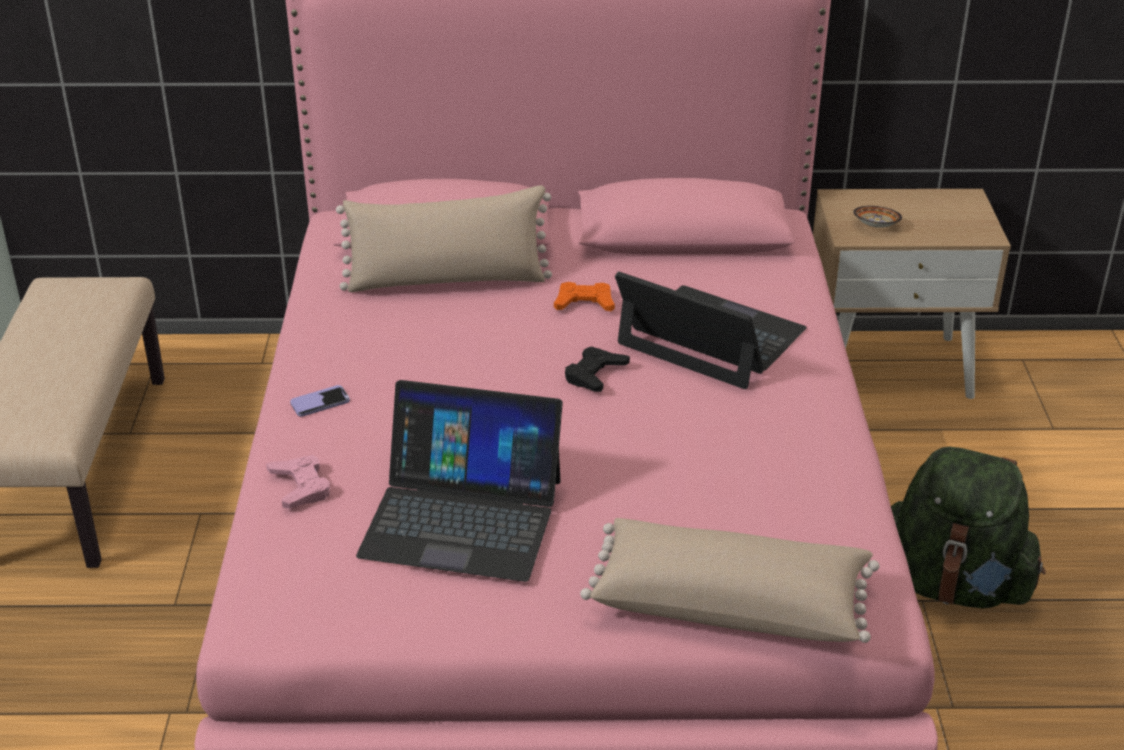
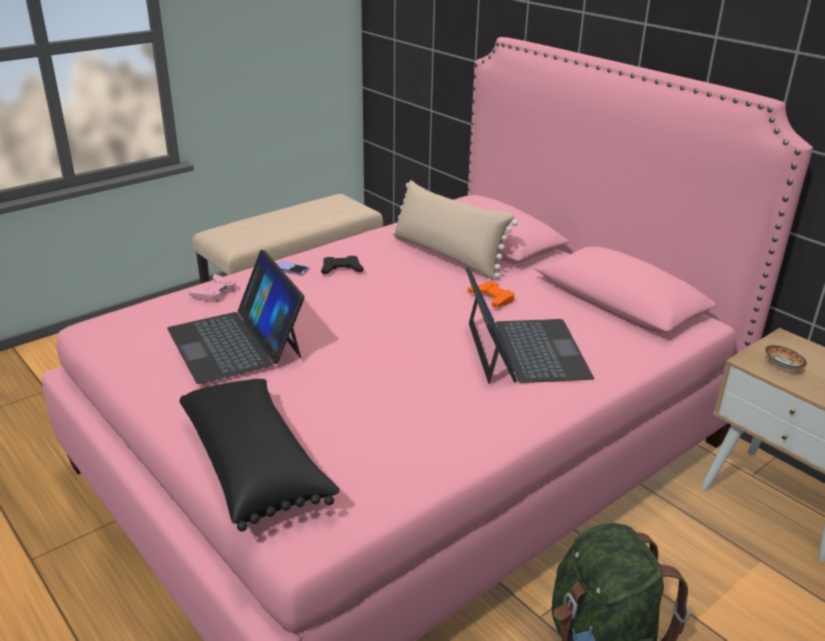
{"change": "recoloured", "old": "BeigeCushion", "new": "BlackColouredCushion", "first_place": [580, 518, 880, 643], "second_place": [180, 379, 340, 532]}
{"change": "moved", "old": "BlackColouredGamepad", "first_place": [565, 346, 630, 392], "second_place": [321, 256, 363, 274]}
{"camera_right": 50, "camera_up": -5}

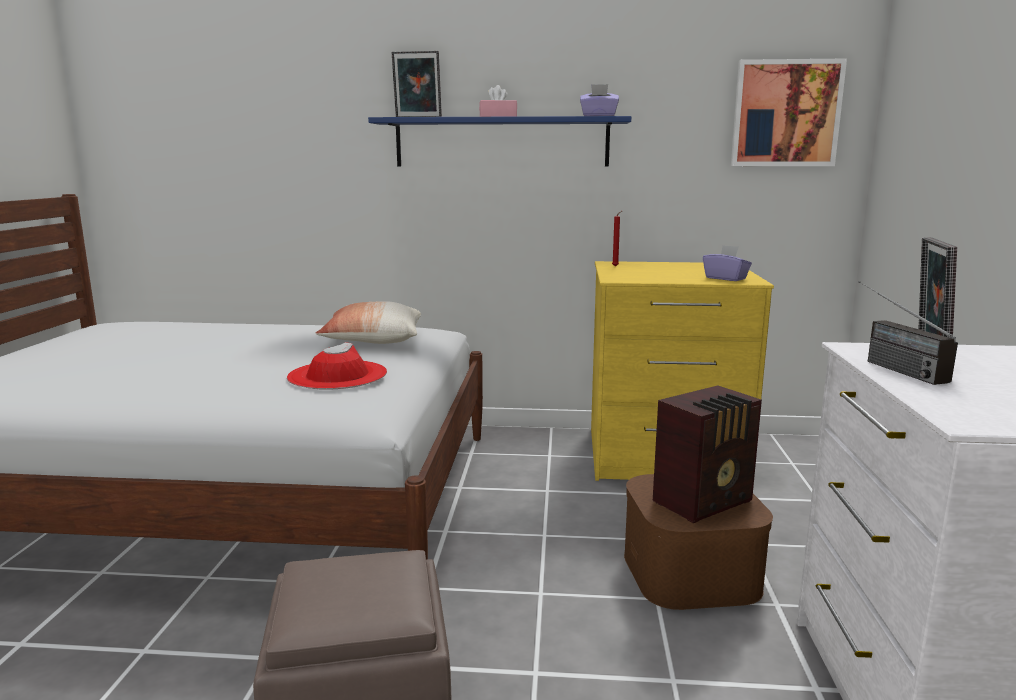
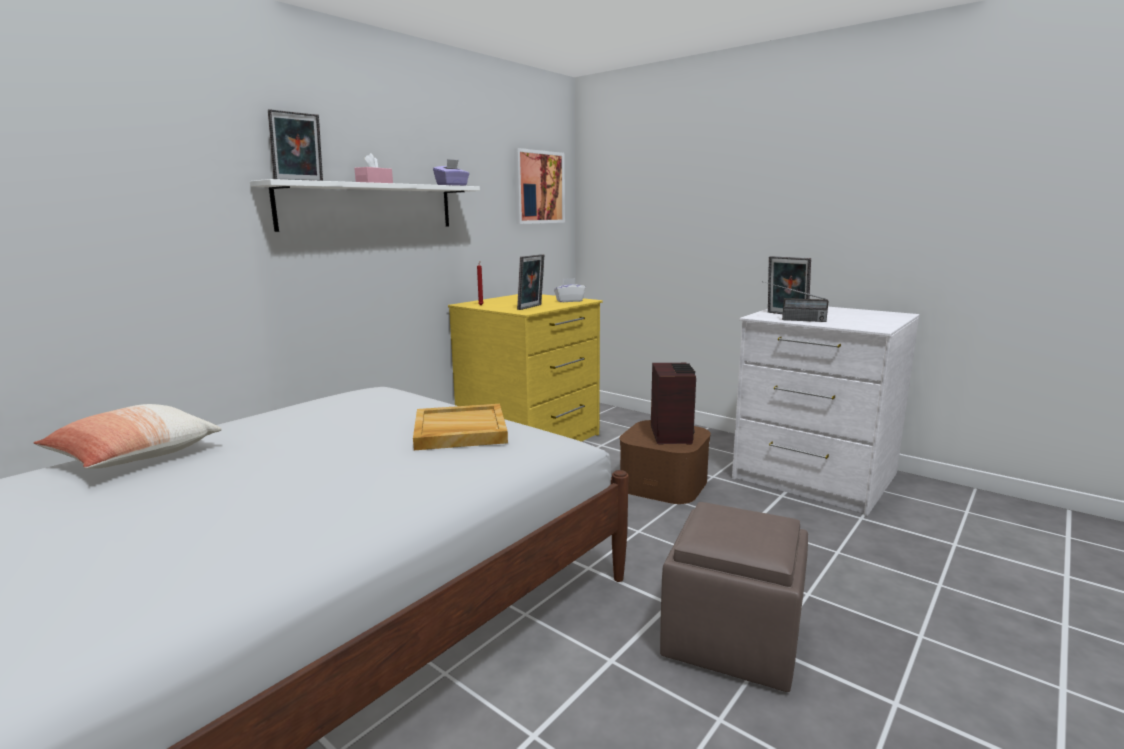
{"change": "moved", "old": "Cushion", "first_place": [316, 301, 421, 344], "second_place": [33, 404, 222, 469]}
{"change": "recoloured", "old": "BluishWallShelf", "new": "WhitishWallShelf", "first_place": [368, 116, 631, 167], "second_place": [250, 179, 480, 232]}
{"change": "replaced", "old": "ReddishWearableHat", "new": "BeigeTray", "first_place": [287, 342, 387, 390], "second_place": [413, 404, 508, 450]}
{"change": "added", "new": "PhotoFrame", "second_place": [517, 254, 544, 310]}
{"change": "recoloured", "old": "PurpleColouredTissueBox", "new": "WhitishTissueBox", "first_place": [703, 245, 752, 281], "second_place": [554, 278, 585, 302]}
{"camera_right": -55, "camera_up": 0}

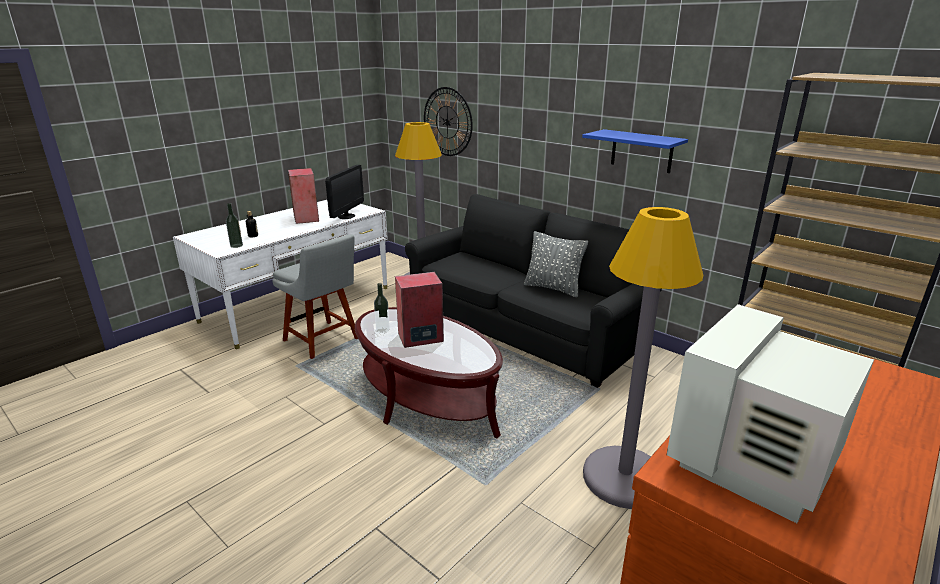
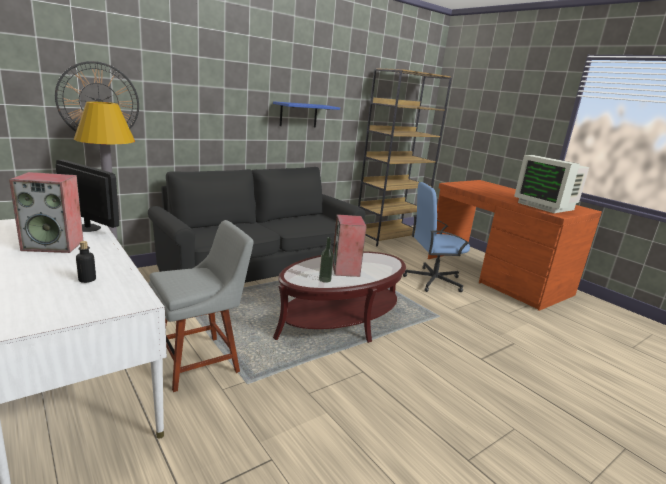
{"change": "replaced", "old": "GreyStandardLamp", "new": "BluishDeskChair", "first_place": [583, 207, 703, 509], "second_place": [403, 182, 470, 292]}
{"change": "removed", "old": "DrinkBottle", "first_place": [226, 203, 243, 248]}
{"change": "removed", "old": "GreyCushion", "first_place": [524, 231, 588, 297]}
{"camera_right": -80, "camera_up": -5}

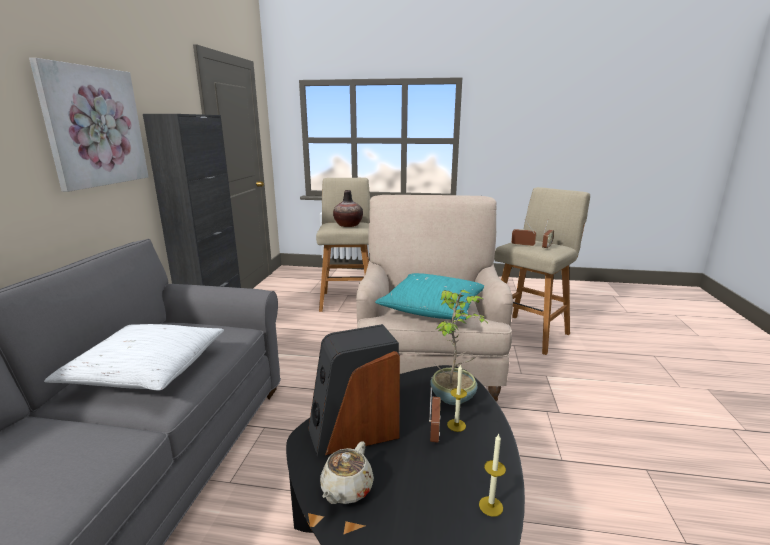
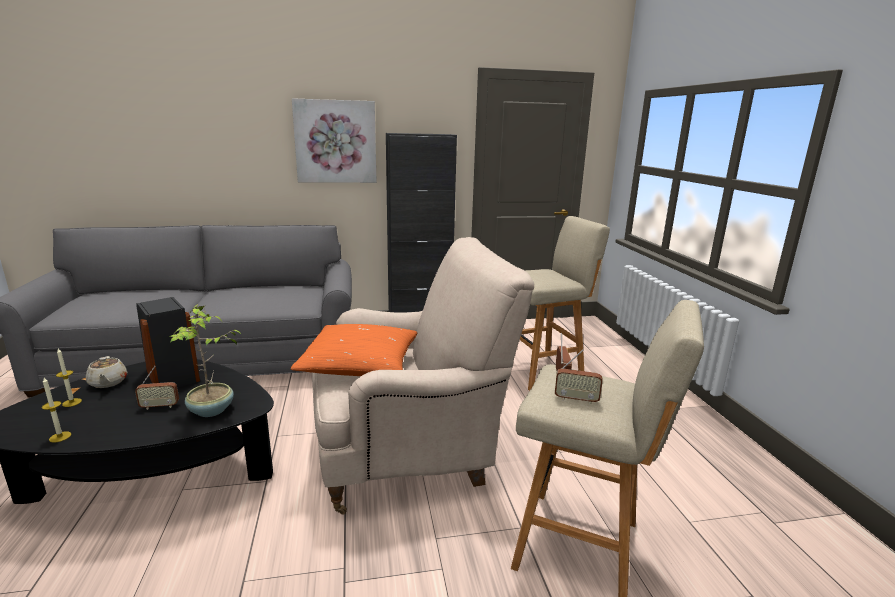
{"change": "moved", "old": "WaxCandle", "first_place": [447, 364, 467, 432], "second_place": [56, 349, 82, 407]}
{"change": "turned", "old": "BeigeTeapot", "first_place": [320, 441, 374, 504], "second_place": [86, 356, 127, 388], "degrees": -120}
{"change": "recoloured", "old": "TurquoiseCushion", "new": "OrangeColouredCushion", "first_place": [375, 273, 484, 320], "second_place": [291, 324, 418, 376]}
{"change": "removed", "old": "WhitishCushion", "first_place": [44, 324, 224, 391]}
{"change": "removed", "old": "FlowerVase", "first_place": [333, 190, 363, 227]}
{"camera_right": 70, "camera_up": 0}

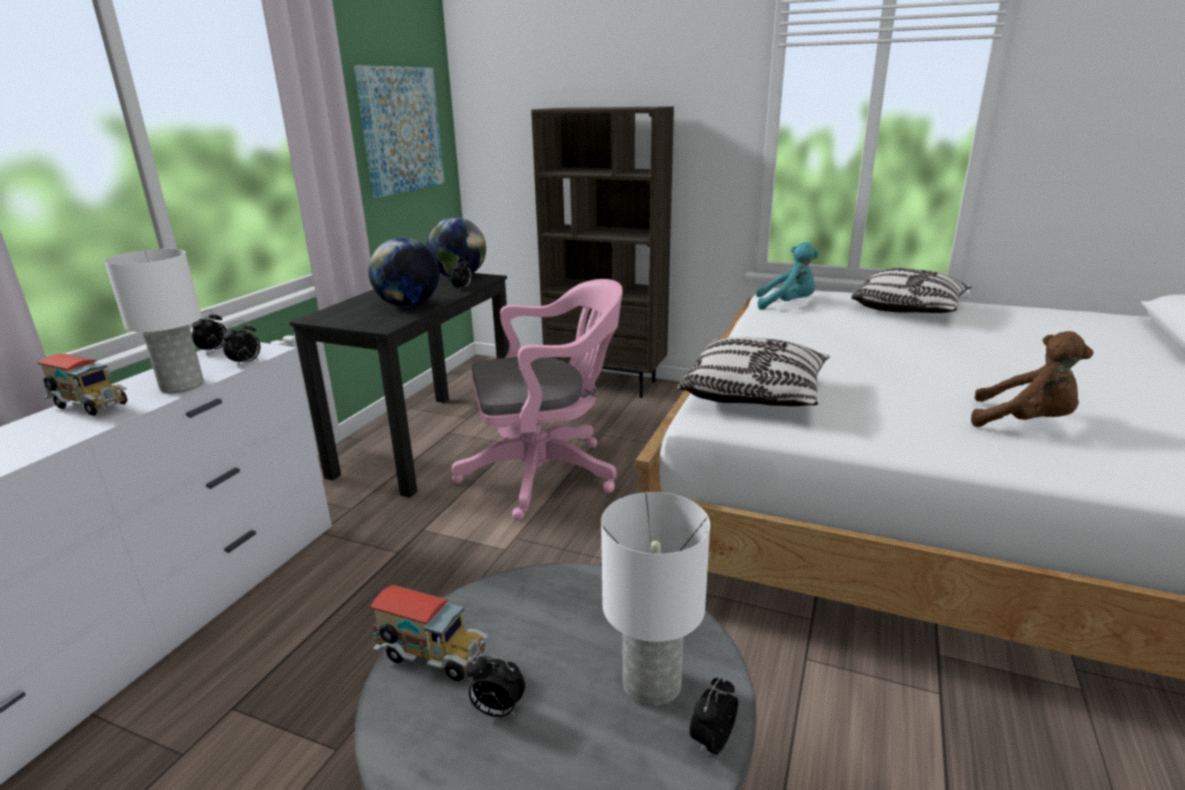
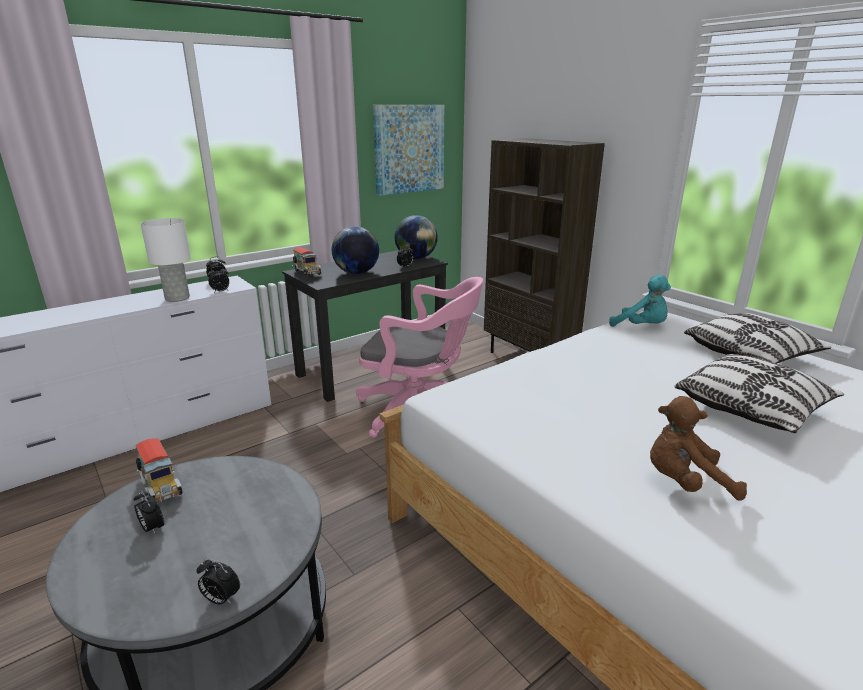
{"change": "turned", "old": "AlarmClock", "first_place": [690, 676, 738, 755], "second_place": [196, 559, 240, 605], "degrees": -135}
{"change": "moved", "old": "ModelTruck", "first_place": [37, 354, 128, 416], "second_place": [292, 247, 322, 277]}
{"change": "turned", "old": "BrownCuddlyToy", "first_place": [971, 331, 1093, 427], "second_place": [650, 396, 747, 501], "degrees": 120}
{"change": "moved", "old": "Cushion", "first_place": [678, 337, 830, 406], "second_place": [674, 354, 844, 433]}
{"change": "removed", "old": "WhitishTableLamp", "first_place": [601, 492, 710, 706]}
{"camera_right": 30, "camera_up": 0}

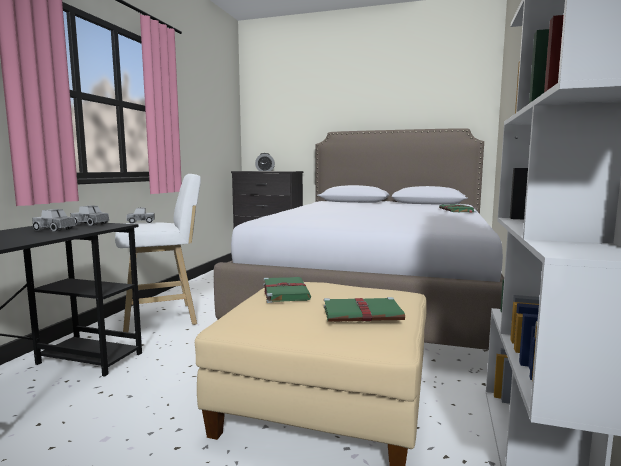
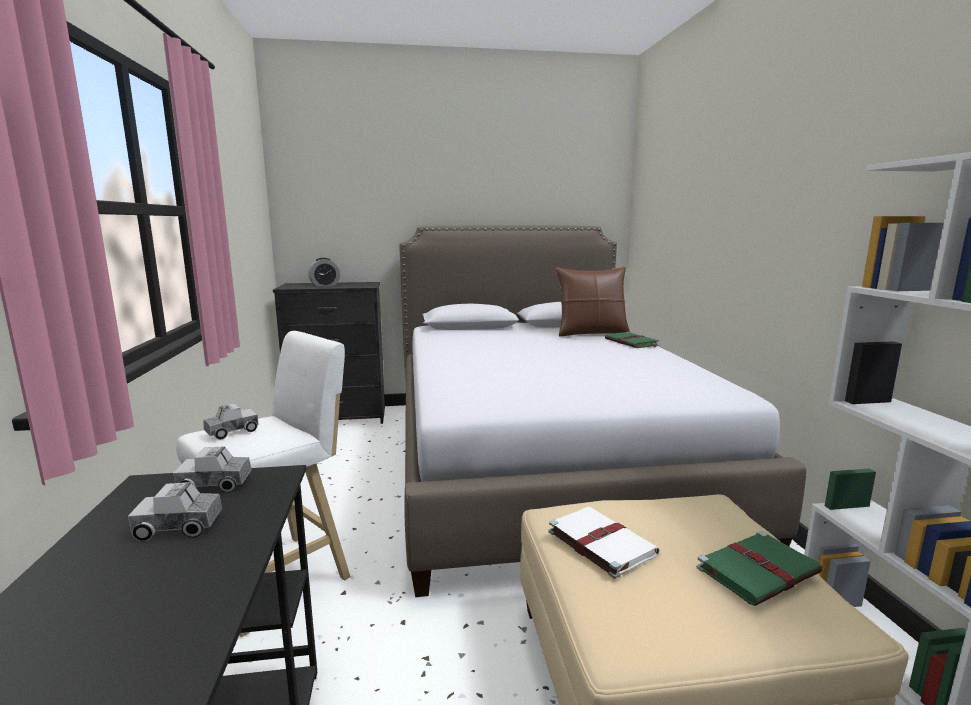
{"change": "recoloured", "old": "GreenishBoundBook", "new": "WhitishBoundBook", "first_place": [263, 277, 311, 303], "second_place": [548, 507, 660, 579]}
{"change": "added", "new": "BrownCushion", "second_place": [555, 267, 630, 337]}
{"camera_right": -25, "camera_up": 5}

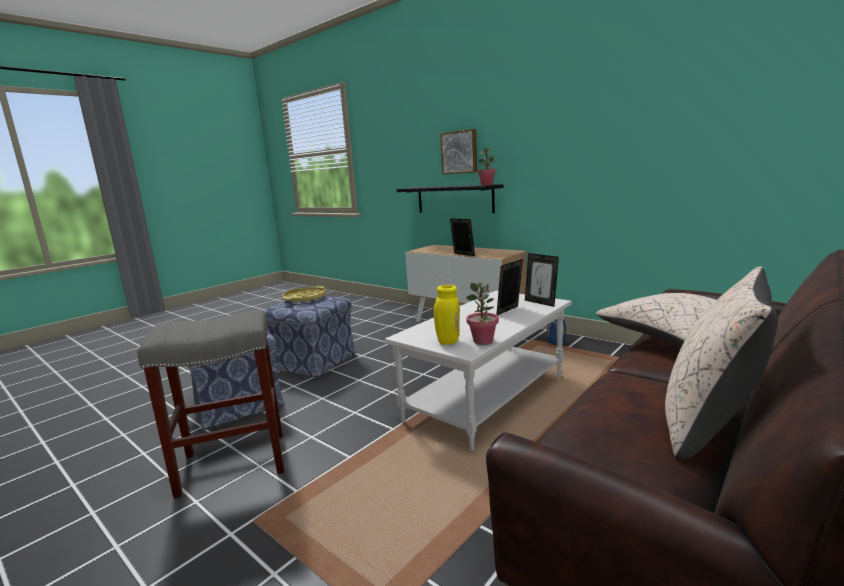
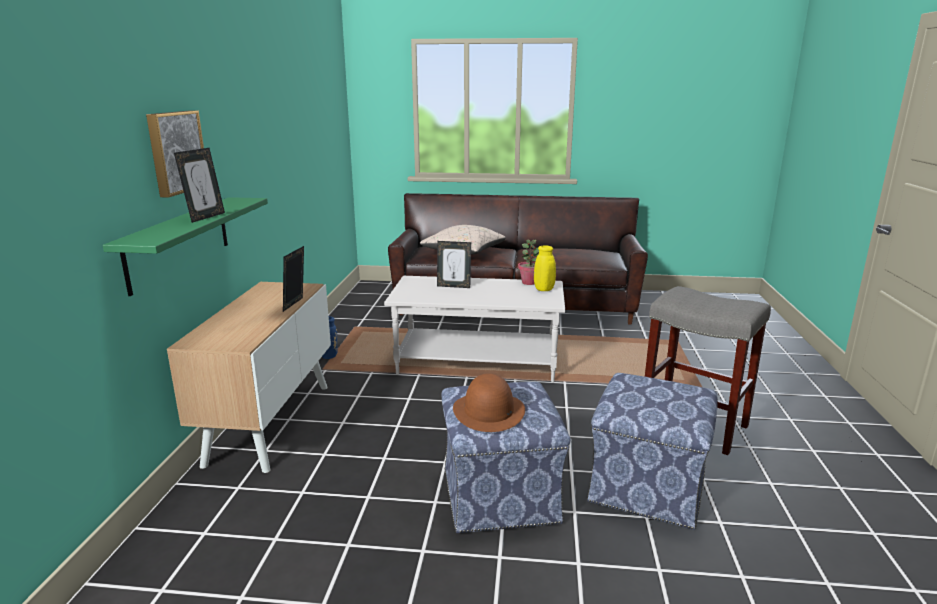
{"change": "recoloured", "old": "BlackColouredWallShelf", "new": "GreenishWallShelf", "first_place": [396, 184, 503, 213], "second_place": [103, 197, 268, 296]}
{"change": "moved", "old": "PhotoFrame", "first_place": [525, 253, 559, 307], "second_place": [174, 148, 225, 223]}
{"change": "replaced", "old": "YellowishTray", "new": "BrownWearableHat", "first_place": [282, 286, 326, 303], "second_place": [453, 373, 525, 432]}
{"change": "removed", "old": "PlantInAPot", "first_place": [477, 147, 496, 186]}
{"change": "removed", "old": "BeigeCushion", "first_place": [665, 267, 778, 461]}
{"camera_right": -125, "camera_up": 5}

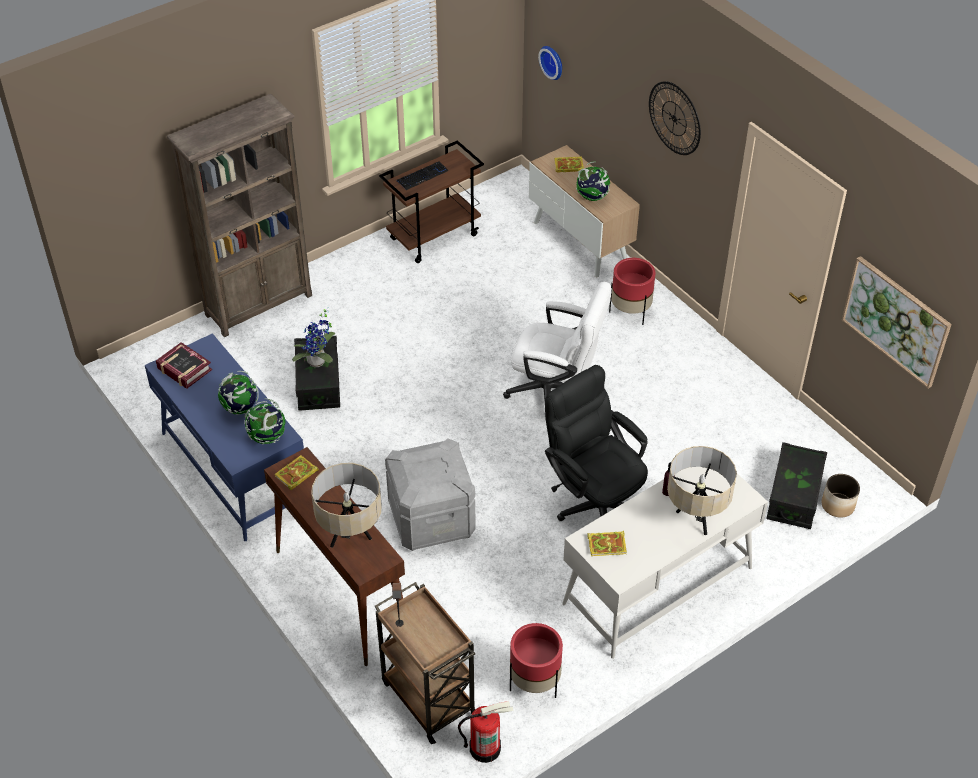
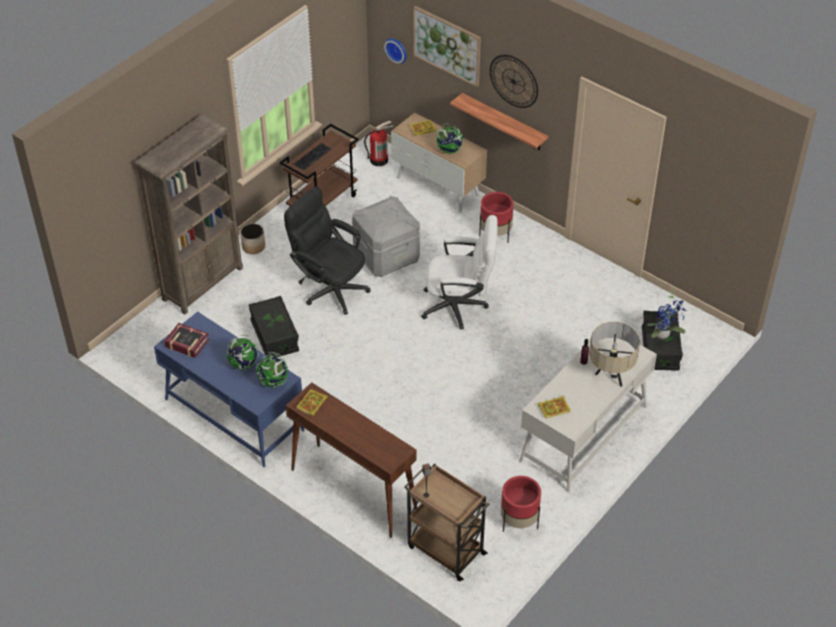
{"change": "moved", "old": "PlantPot", "first_place": [822, 474, 860, 518], "second_place": [240, 224, 265, 254]}
{"change": "moved", "old": "BlackColouredDeskChair", "first_place": [545, 365, 648, 521], "second_place": [284, 187, 370, 315]}
{"change": "moved", "old": "GreyStorageBin", "first_place": [385, 438, 476, 551], "second_place": [352, 196, 420, 277]}
{"change": "moved", "old": "Extinguisher", "first_place": [458, 701, 514, 763], "second_place": [364, 121, 394, 166]}
{"change": "moved", "old": "WallArt", "first_place": [842, 256, 952, 388], "second_place": [413, 6, 481, 87]}
{"change": "added", "new": "WallShelf", "second_place": [450, 93, 548, 151]}
{"change": "moved", "old": "PlantInAPot", "first_place": [292, 307, 336, 367], "second_place": [647, 290, 686, 340]}
{"change": "removed", "old": "BeigeTableLamp", "first_place": [311, 463, 382, 548]}
{"camera_right": -15, "camera_up": 0}

